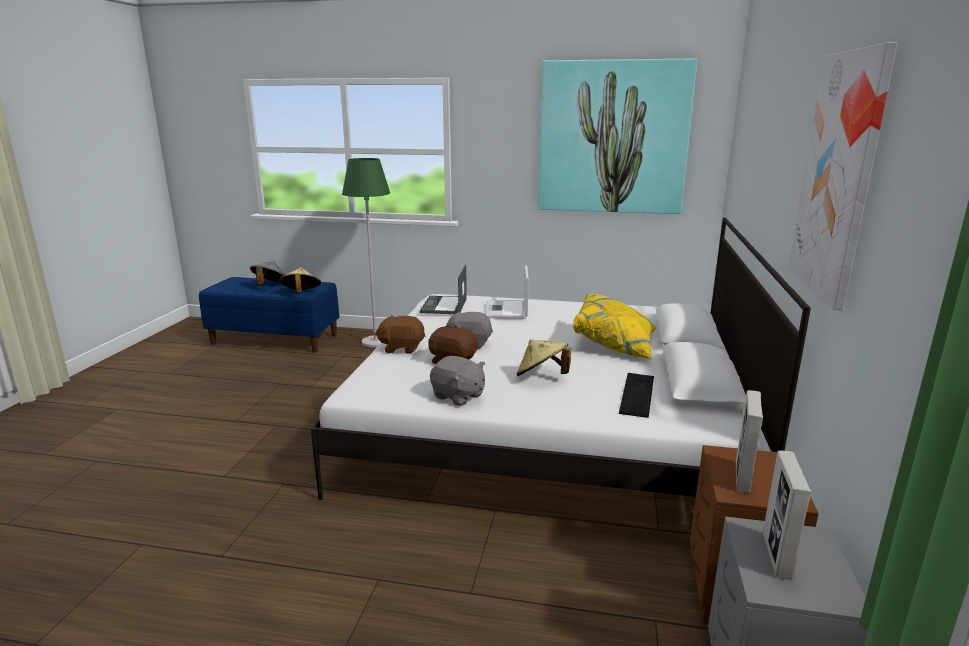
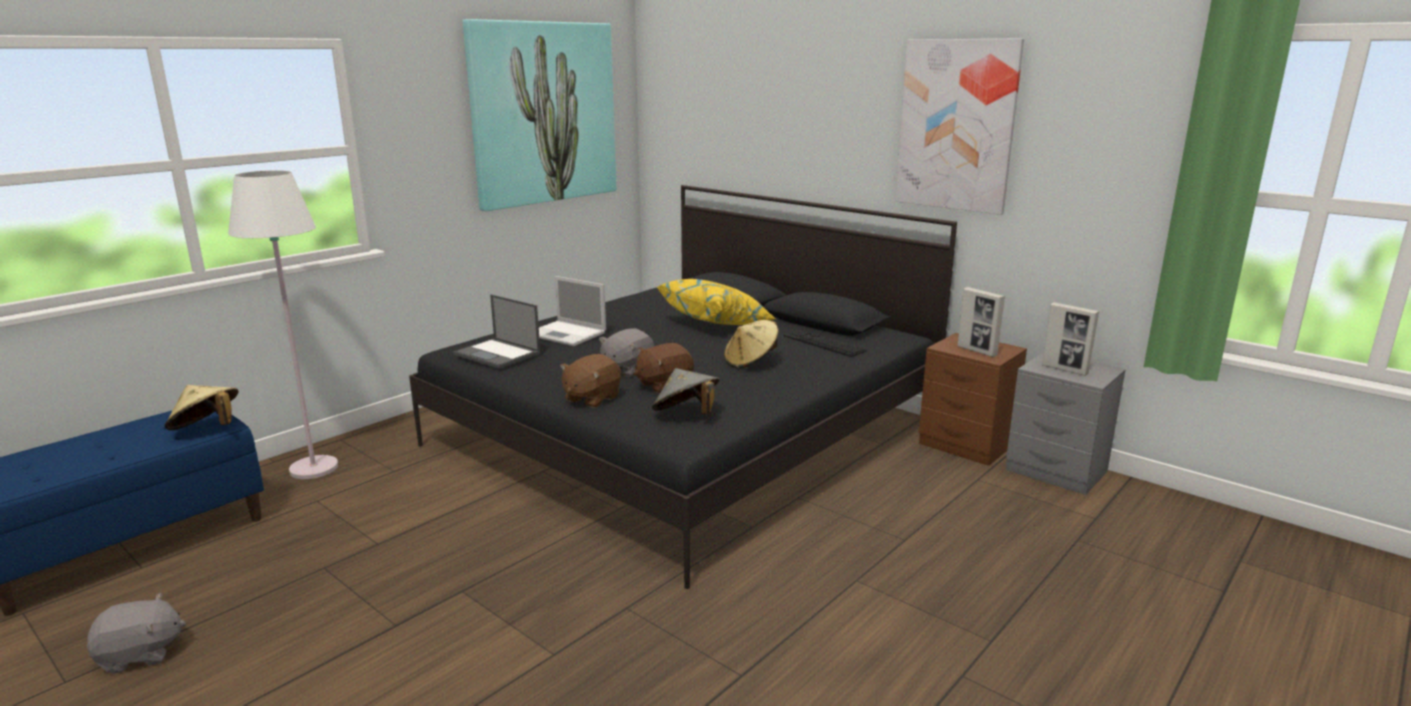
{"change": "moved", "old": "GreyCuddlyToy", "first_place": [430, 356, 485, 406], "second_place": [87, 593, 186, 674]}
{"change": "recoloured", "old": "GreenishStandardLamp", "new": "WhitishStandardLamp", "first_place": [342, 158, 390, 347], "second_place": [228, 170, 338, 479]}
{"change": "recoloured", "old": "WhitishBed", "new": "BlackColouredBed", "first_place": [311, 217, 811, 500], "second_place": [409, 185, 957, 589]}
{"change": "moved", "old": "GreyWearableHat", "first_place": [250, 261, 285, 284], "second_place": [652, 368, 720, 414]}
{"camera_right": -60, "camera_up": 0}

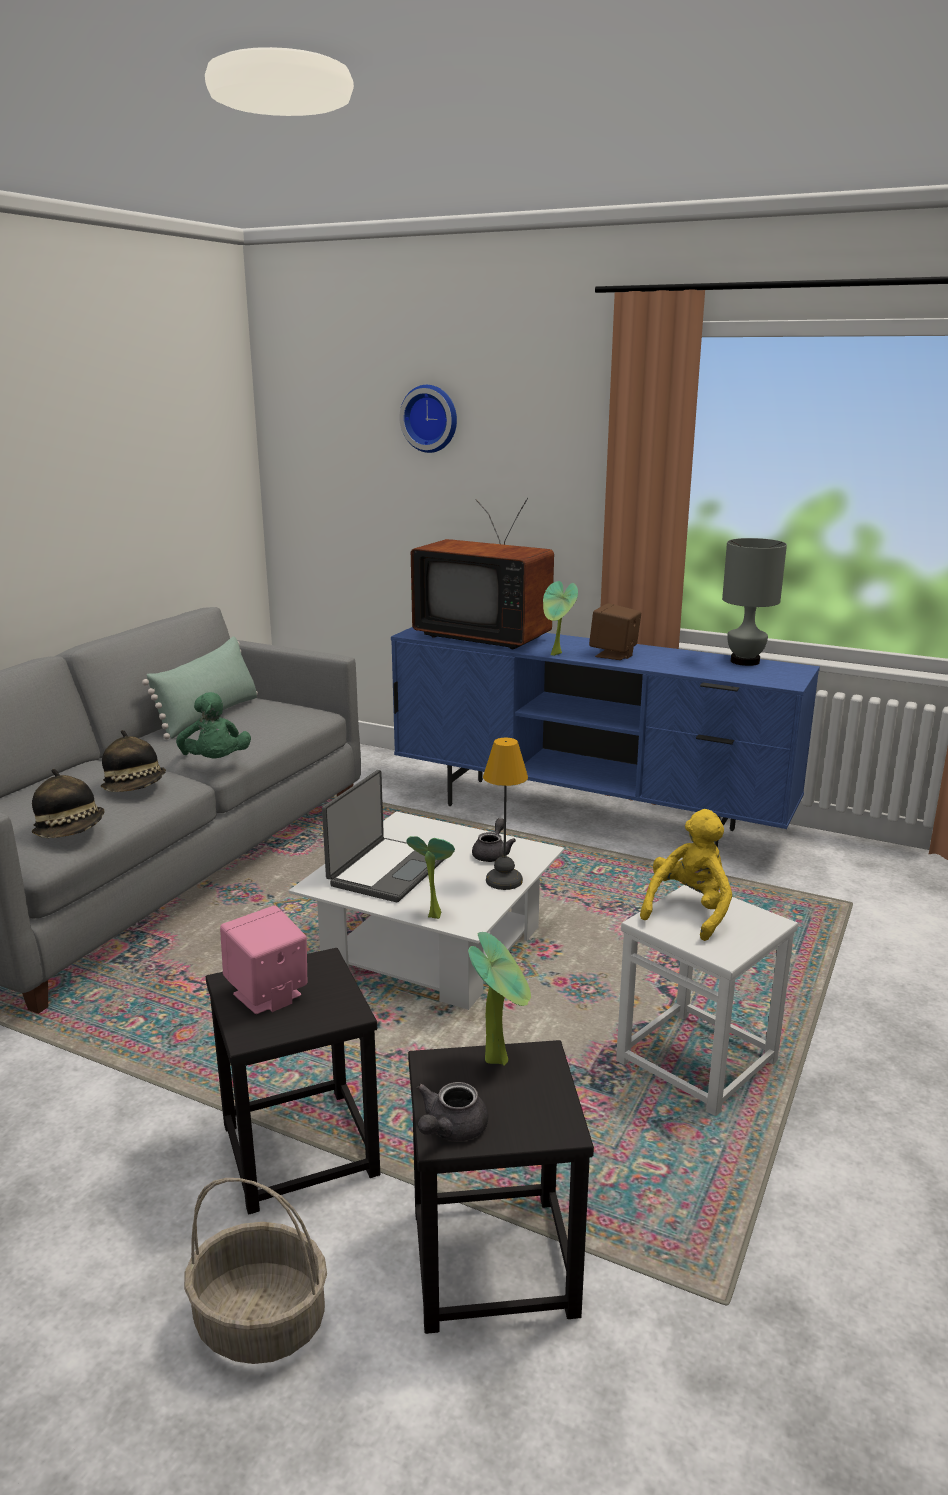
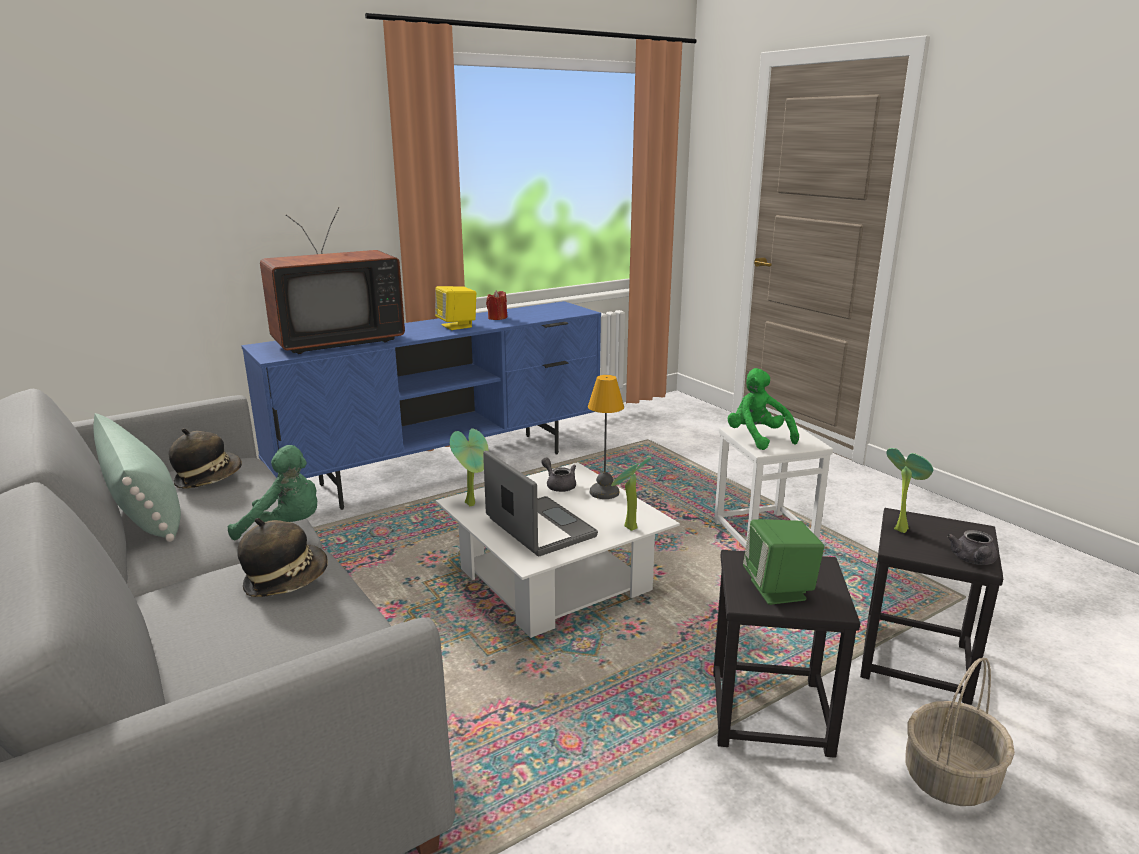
{"change": "moved", "old": "WearableHat", "first_place": [32, 769, 105, 838], "second_place": [169, 428, 242, 489]}
{"change": "recoloured", "old": "BrownAudioSpeaker", "new": "YellowishAudioSpeaker", "first_place": [589, 603, 641, 660], "second_place": [435, 286, 476, 330]}
{"change": "moved", "old": "PlantInAPot", "first_place": [543, 581, 578, 656], "second_place": [450, 428, 488, 507]}
{"change": "added", "new": "ReddishWaxCandle", "second_place": [486, 290, 507, 320]}
{"change": "recoloured", "old": "YellowishCuddlyToy", "new": "GreenishCuddlyToy", "first_place": [640, 809, 732, 941], "second_place": [728, 368, 799, 450]}
{"change": "recoloured", "old": "PinkColouredAudioSpeaker", "new": "GreenishAudioSpeaker", "first_place": [220, 905, 307, 1014], "second_place": [743, 519, 824, 605]}
{"change": "turned", "old": "GreyTeapot", "first_place": [417, 1082, 488, 1141], "second_place": [947, 530, 998, 565], "degrees": 45}
{"change": "removed", "old": "ClockOnTheWall", "first_place": [399, 385, 457, 453]}
{"change": "removed", "old": "GreyTableLamp", "first_place": [722, 538, 787, 666]}
{"camera_right": -60, "camera_up": 0}

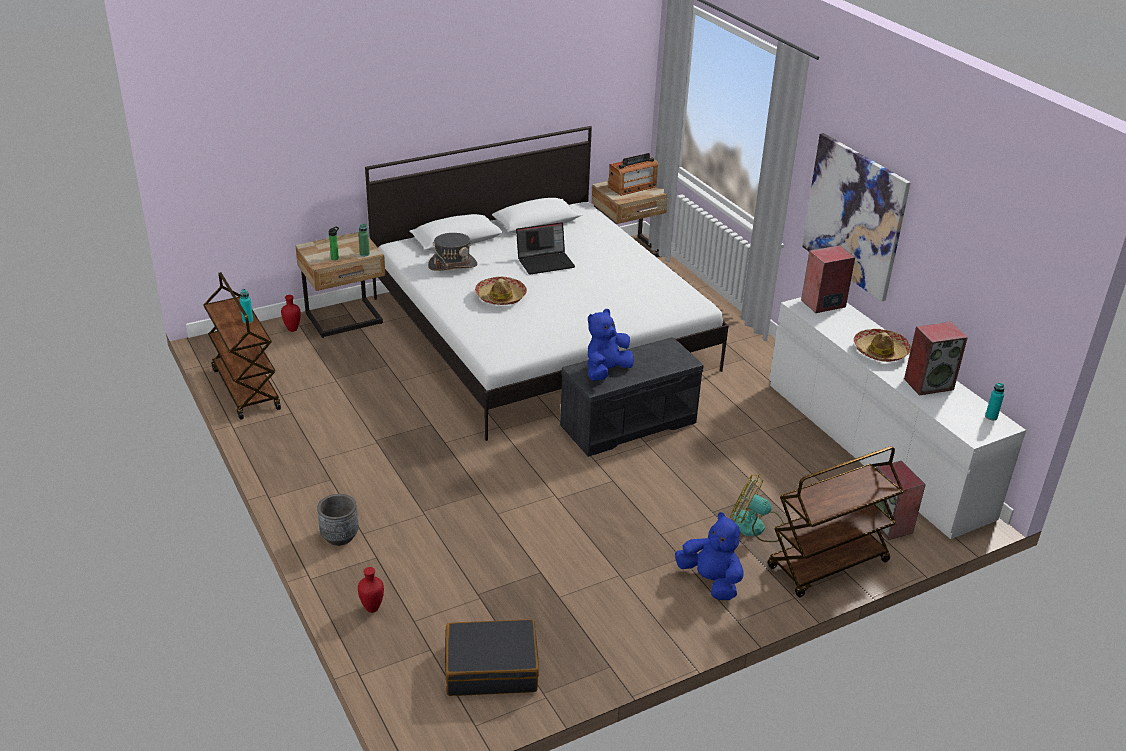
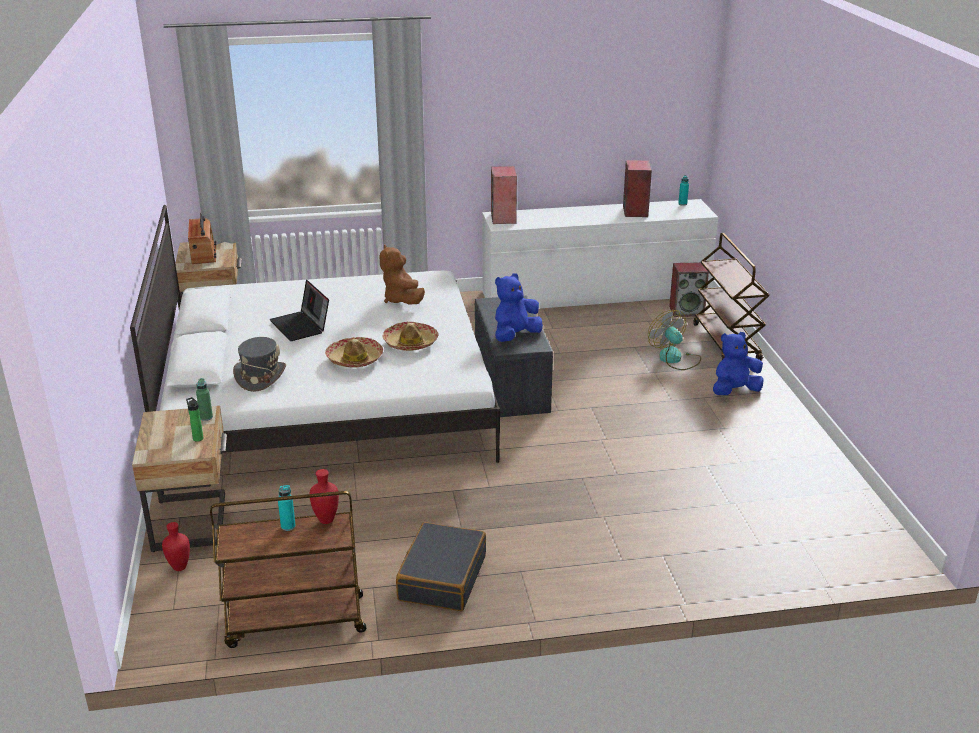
{"change": "turned", "old": "Laptop", "first_place": [516, 222, 575, 275], "second_place": [269, 280, 329, 341], "degrees": 150}
{"change": "moved", "old": "ReddishFlowerVase", "first_place": [358, 567, 384, 613], "second_place": [309, 469, 339, 524]}
{"change": "added", "new": "BrownCuddlyToy", "second_place": [380, 244, 425, 305]}
{"change": "moved", "old": "WearableHat", "first_place": [854, 329, 911, 362], "second_place": [382, 322, 439, 351]}
{"change": "moved", "old": "BlackColouredTravelCase", "first_place": [445, 619, 539, 696], "second_place": [396, 522, 486, 611]}
{"change": "turned", "old": "BluishCuddlyToy", "first_place": [587, 309, 634, 381], "second_place": [495, 273, 543, 342], "degrees": 75}
{"change": "turned", "old": "CoolingFan", "first_place": [730, 474, 784, 542], "second_place": [648, 310, 701, 370], "degrees": 105}
{"change": "removed", "old": "GreyPlantPot", "first_place": [317, 494, 359, 546]}
{"change": "removed", "old": "WallArt", "first_place": [802, 133, 911, 301]}
{"camera_right": -70, "camera_up": -5}

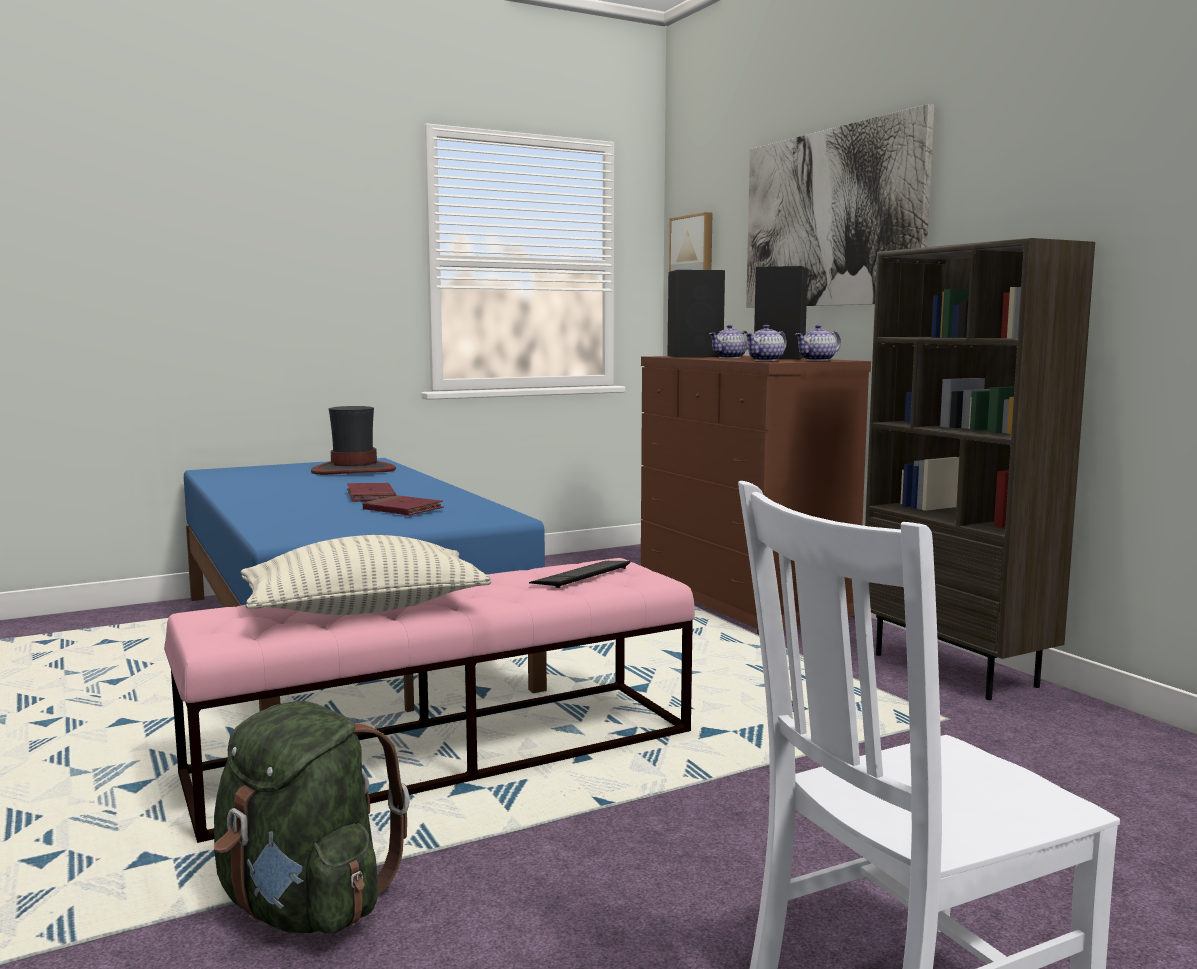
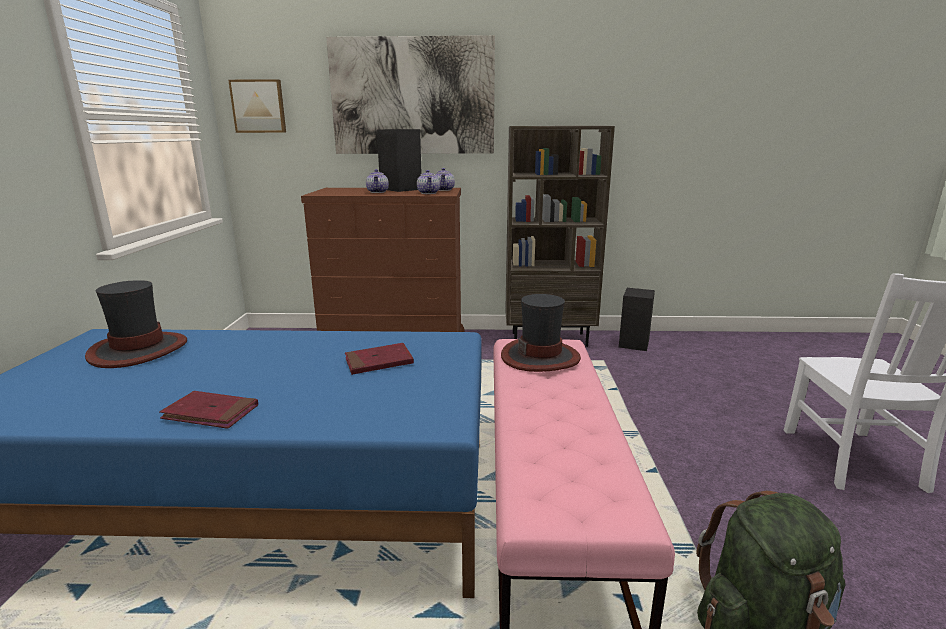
{"change": "moved", "old": "ReddishBoundBook", "first_place": [347, 483, 396, 502], "second_place": [159, 391, 258, 429]}
{"change": "replaced", "old": "PcKeyboard", "new": "WearableHat", "first_place": [529, 561, 631, 589], "second_place": [501, 294, 581, 372]}
{"change": "moved", "old": "BlackColouredAudioSpeaker", "first_place": [668, 270, 725, 357], "second_place": [619, 288, 655, 351]}
{"change": "removed", "old": "Cushion", "first_place": [241, 535, 491, 615]}
{"camera_right": -60, "camera_up": 10}

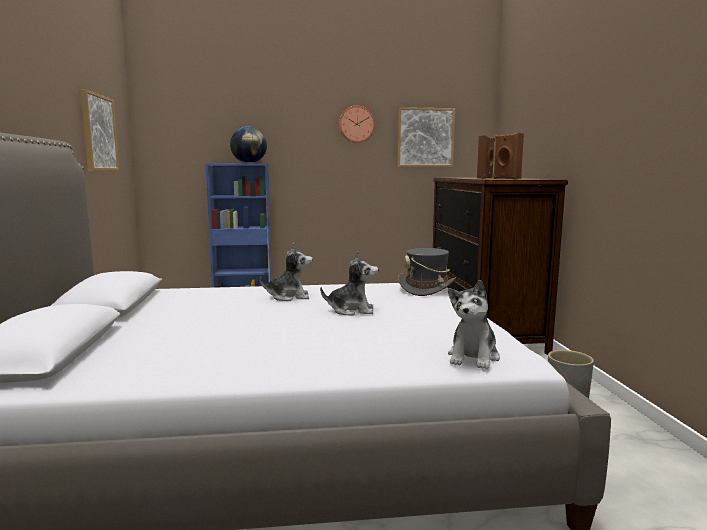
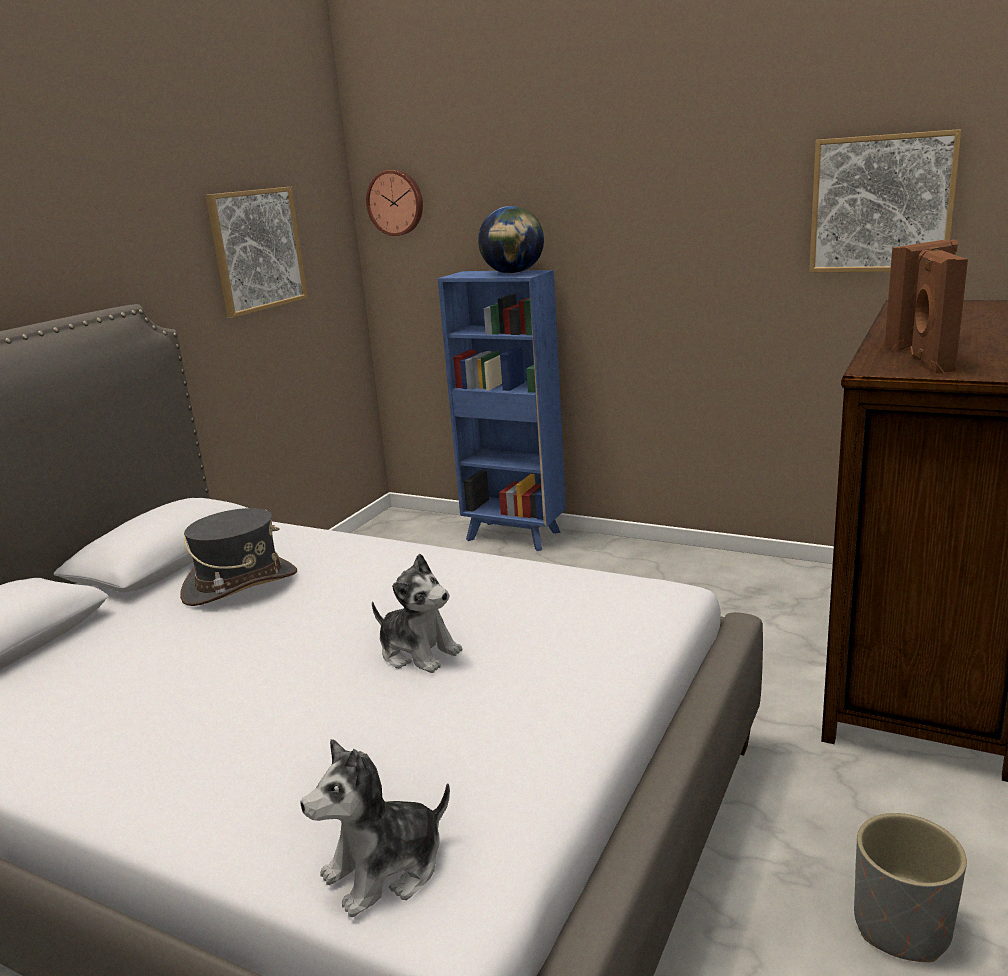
{"change": "moved", "old": "GreyWearableHat", "first_place": [398, 248, 456, 296], "second_place": [180, 508, 297, 606]}
{"change": "moved", "old": "ClockOnTheWall", "first_place": [339, 106, 375, 143], "second_place": [366, 170, 423, 236]}
{"change": "removed", "old": "CuddlyToy", "first_place": [260, 243, 313, 301]}
{"camera_right": 35, "camera_up": 10}

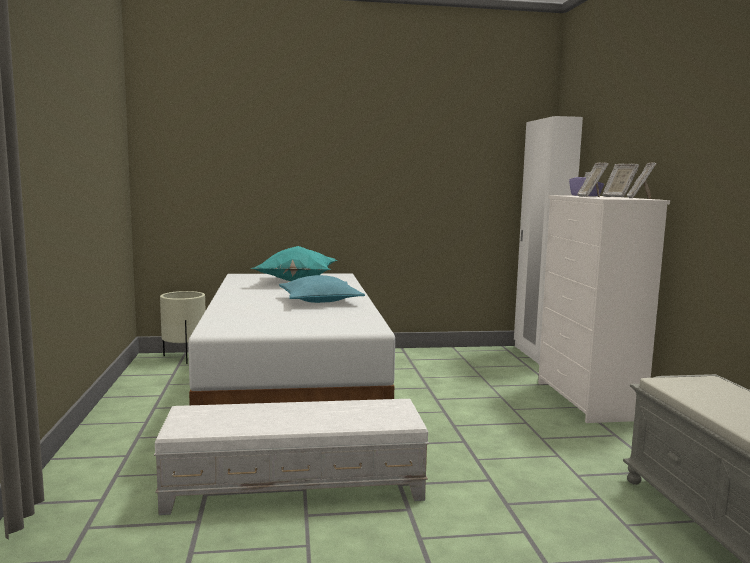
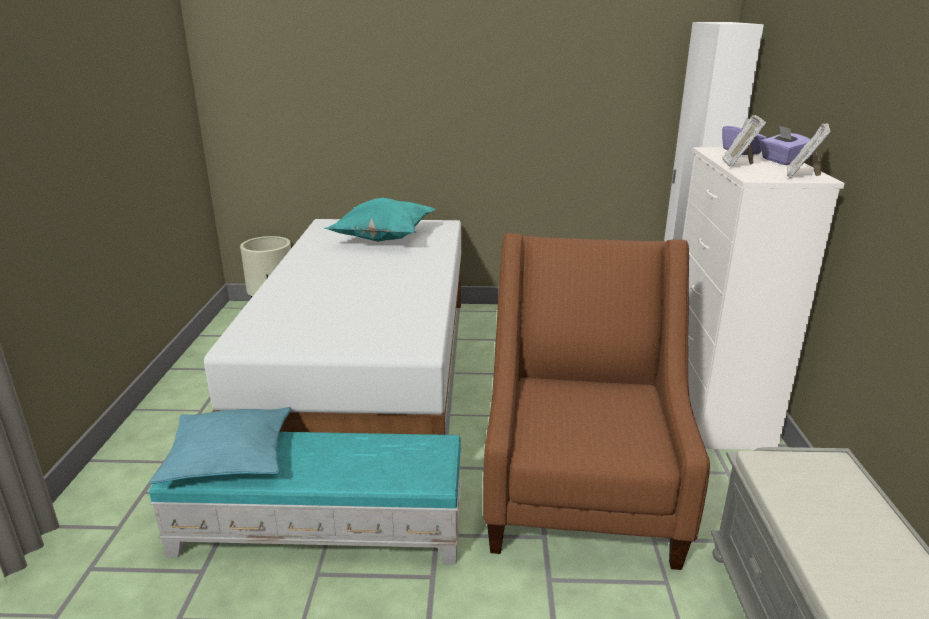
{"change": "recoloured", "old": "WhitishOttoman", "new": "TurquoiseOttoman", "first_place": [154, 399, 429, 515], "second_place": [149, 432, 462, 564]}
{"change": "moved", "old": "TurquoiseCushion", "first_place": [279, 275, 365, 303], "second_place": [150, 407, 291, 484]}
{"change": "added", "new": "BrownEasyChair", "second_place": [483, 233, 710, 570]}
{"change": "replaced", "old": "PhotoFrame", "new": "PurpleColouredTissueBox", "first_place": [602, 164, 639, 197], "second_place": [760, 125, 811, 165]}
{"camera_right": 10, "camera_up": 15}

